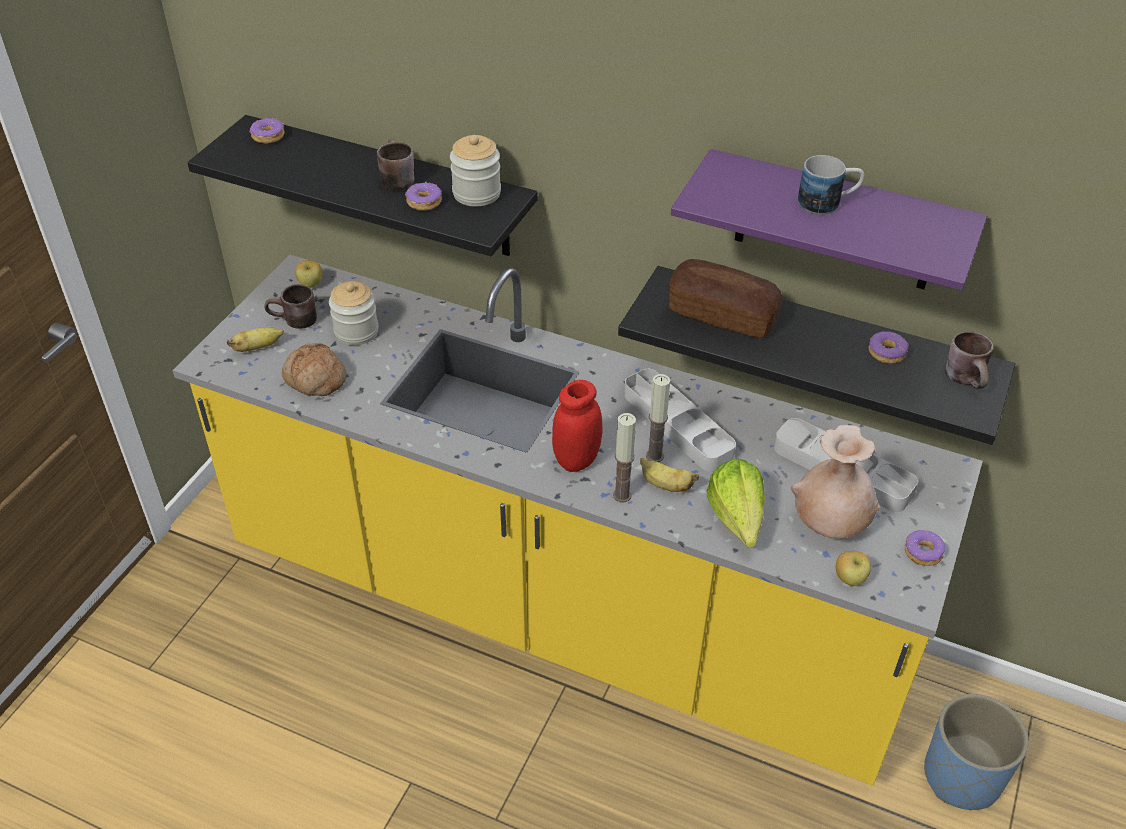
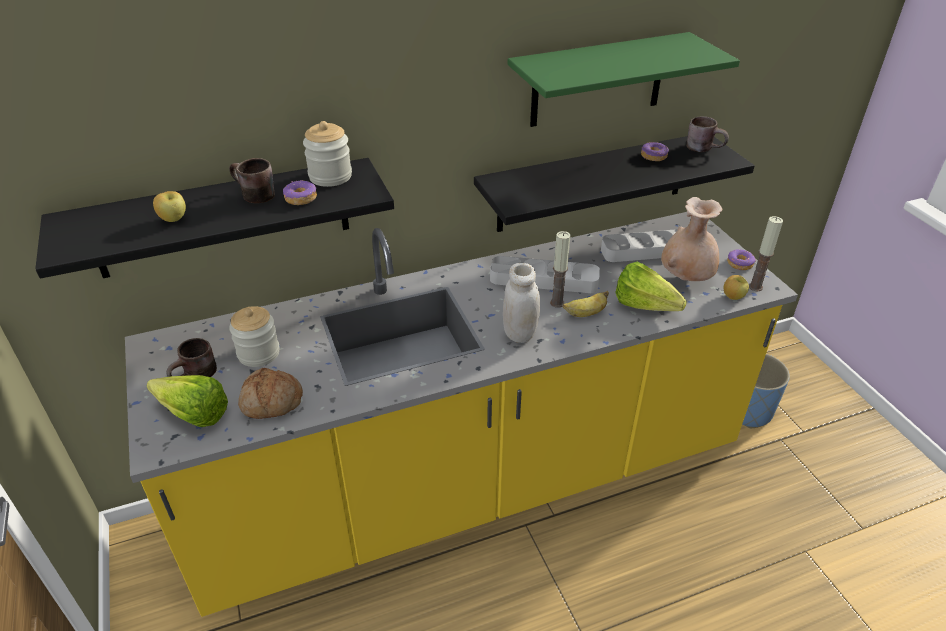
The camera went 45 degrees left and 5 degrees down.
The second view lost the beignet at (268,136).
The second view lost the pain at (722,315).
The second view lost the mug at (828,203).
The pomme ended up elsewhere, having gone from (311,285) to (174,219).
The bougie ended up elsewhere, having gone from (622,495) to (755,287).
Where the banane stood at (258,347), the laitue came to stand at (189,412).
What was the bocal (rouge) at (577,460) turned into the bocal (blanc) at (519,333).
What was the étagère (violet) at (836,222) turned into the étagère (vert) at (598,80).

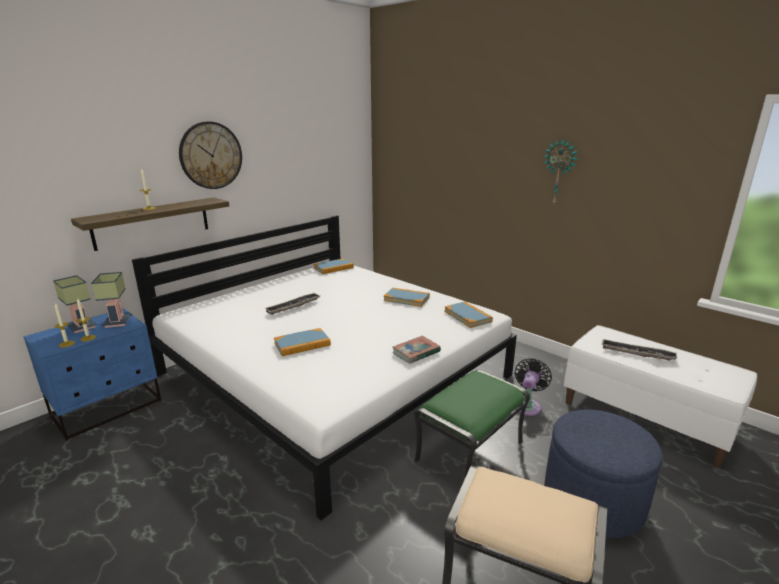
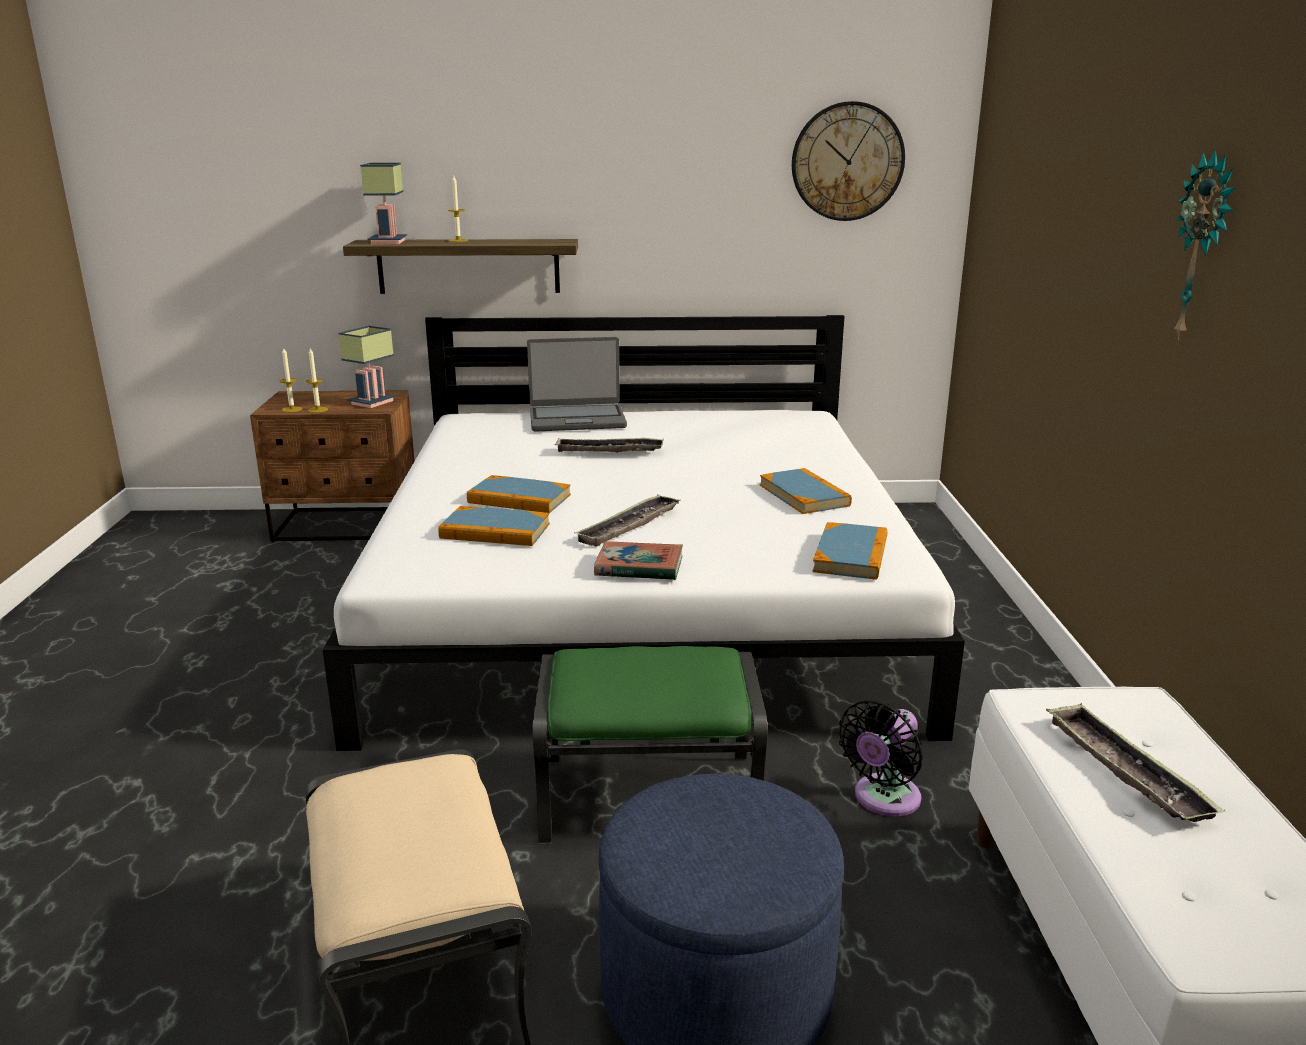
The camera went 45 degrees right and 0 degrees up.
The second view gained the ordinateur portable at (577,419).
The second view gained the plateau at (629,526).
The lampe de table ended up elsewhere, having gone from (80,327) to (386,242).
The horloge murale ended up elsewhere, having gone from (211,155) to (847,162).
The livre ended up elsewhere, having gone from (333,268) to (495,531).
What was the table de chevet (bleu) at (107,408) turned into the table de chevet (marron) at (347,526).
The ventilateur (noir) at (527,405) ended up facing another way, 150 degrees clockwise from before.

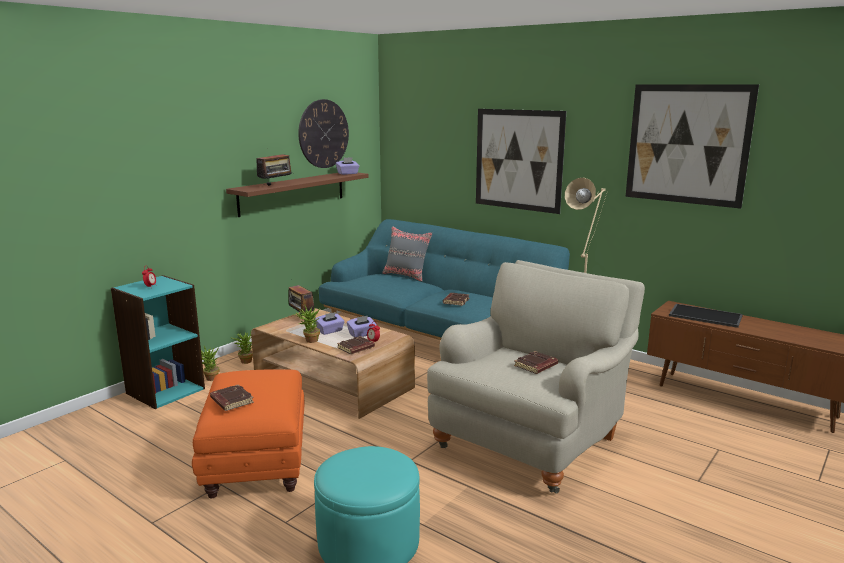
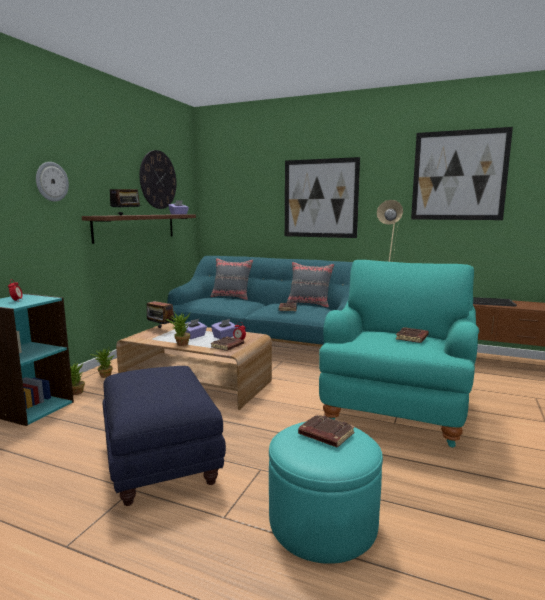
The camera went 15 degrees left and 5 degrees down.
The second view gained the horloge murale at (51,181).
The second view gained the coussin (gris) at (309,304).
The livre (marron) ended up elsewhere, having gone from (231,401) to (325,434).
What was the pouf (orange) at (256,461) turned into the pouf (bleu) at (160,461).
What was the fauteuil (beige) at (532,439) turned into the fauteuil (turquoise) at (397,408).

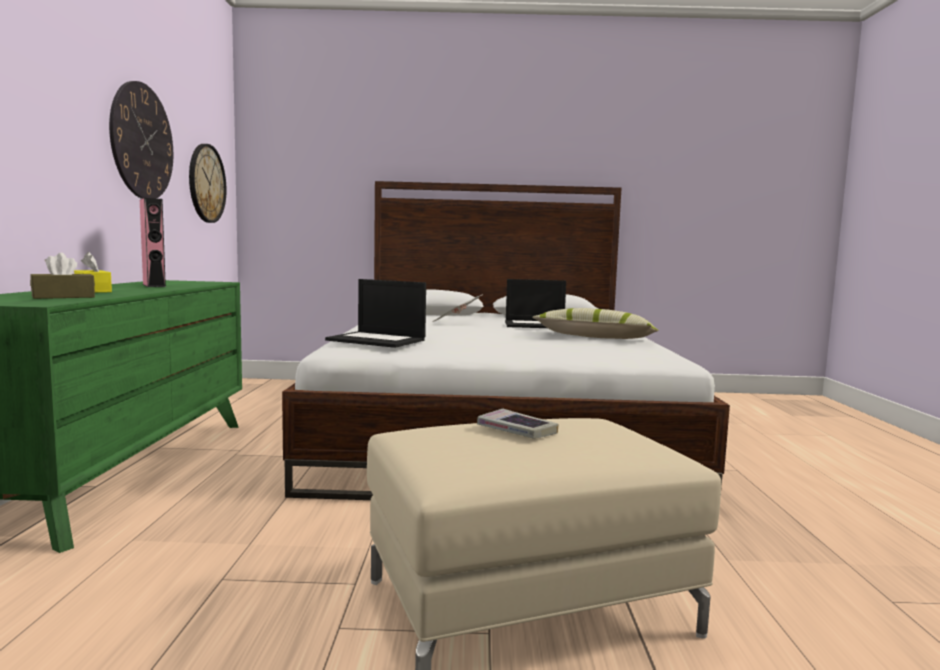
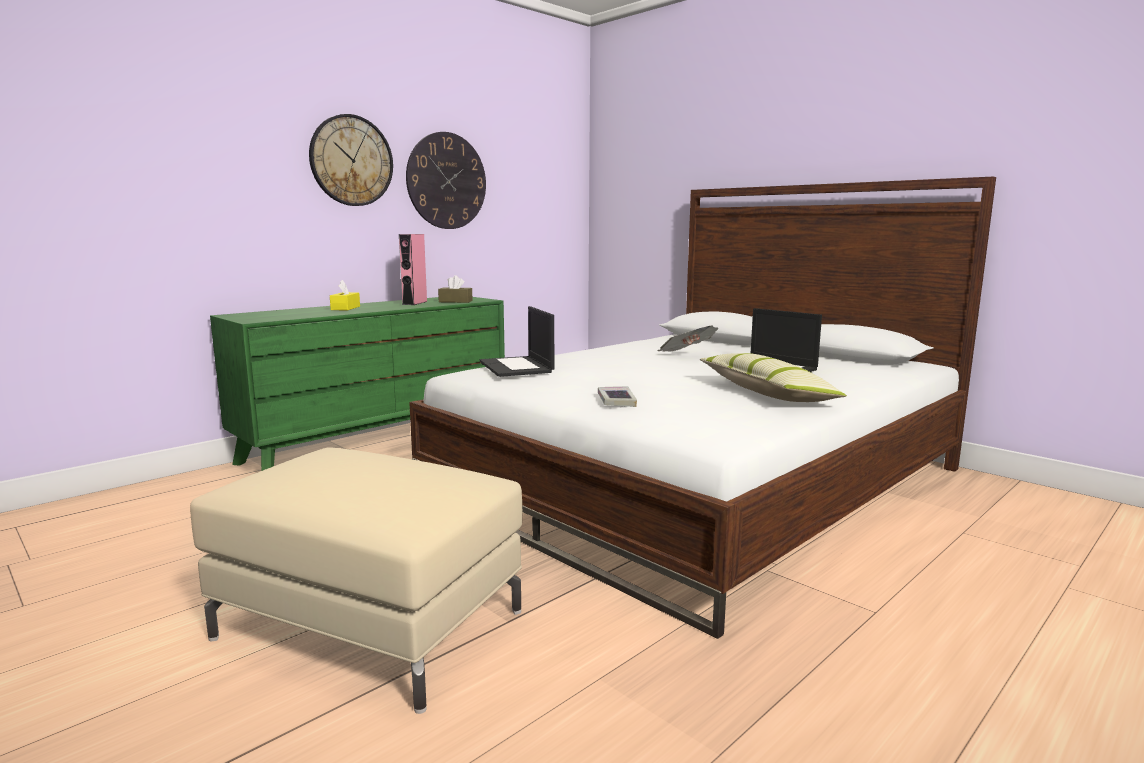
The camera went 45 degrees right and 5 degrees up.
The boîte à mouchoirs (marron) ended up elsewhere, having gone from (63,297) to (455,301).
The horloge murale ended up elsewhere, having gone from (206,183) to (351,161).
The livre ended up elsewhere, having gone from (516,430) to (616,401).

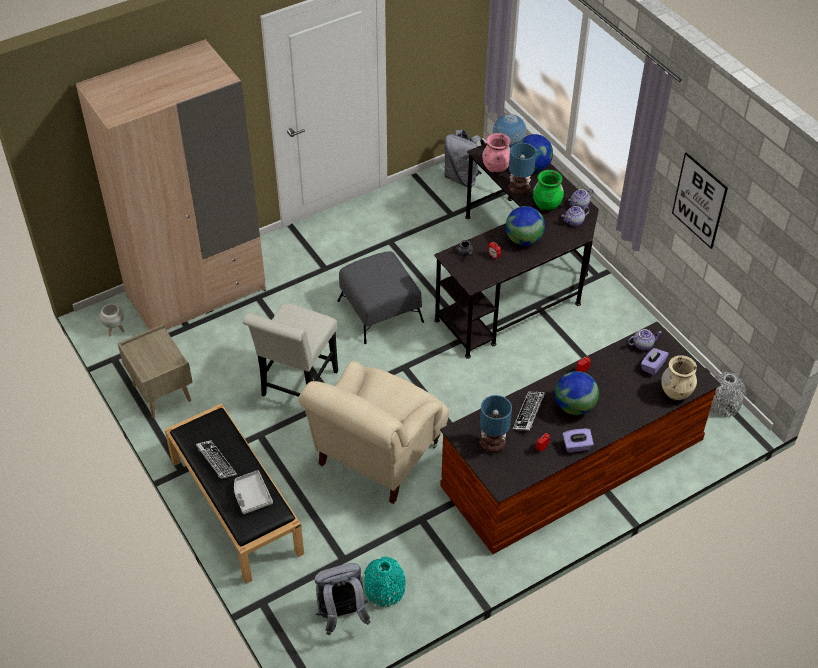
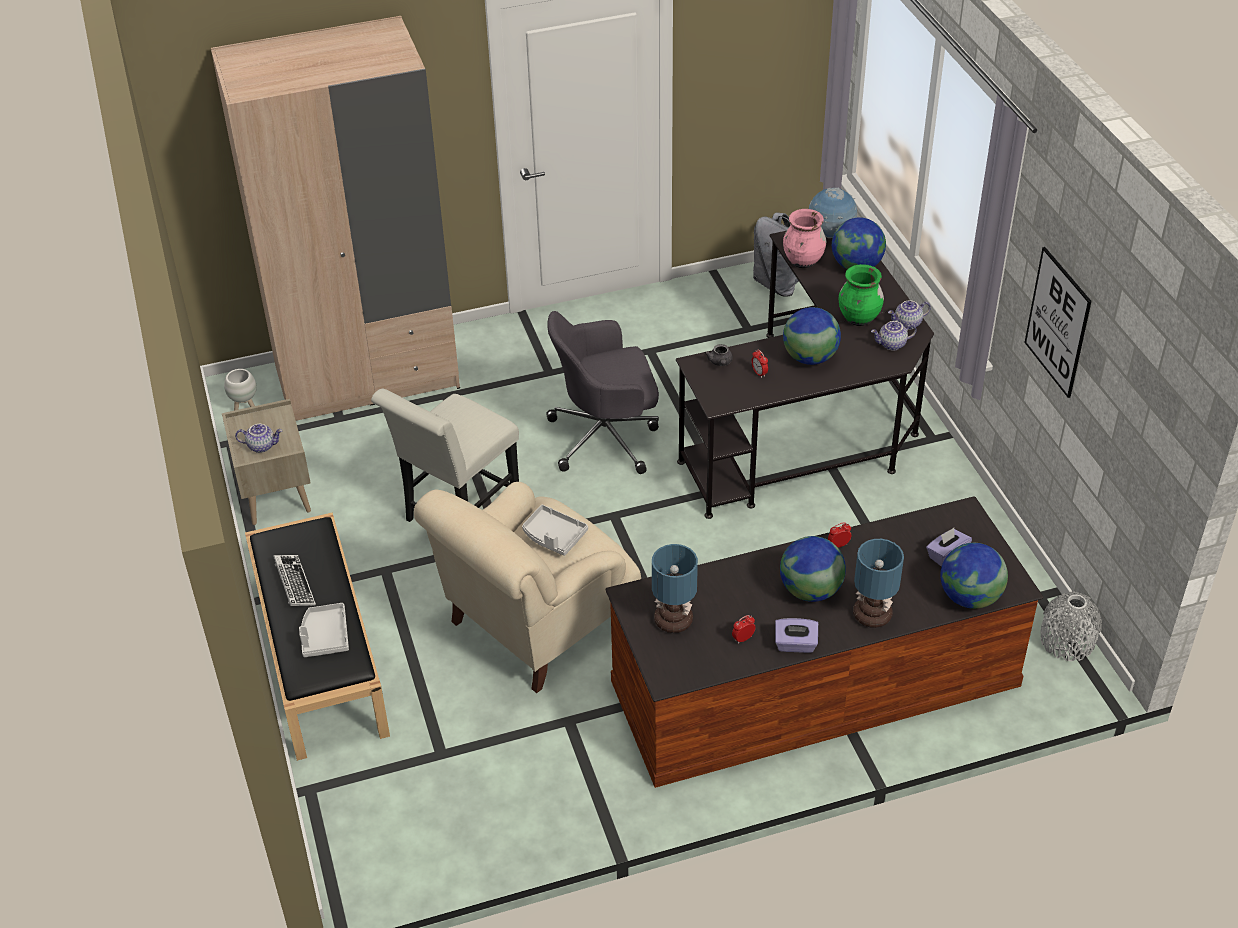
The camera went 15 degrees right and 5 degrees down.
The second view lost the sac à dos (gris) at (342,615).
The second view lost the vase (turquoise) at (384,589).
The second view lost the clavier at (528,413).
The second view gained the plateau (gris) at (553,536).
The lampe de table ended up elsewhere, having gone from (520,189) to (873,615).
The théière ended up elsewhere, having gone from (642,344) to (262,446).
Where the pouf (gris) stood at (380,310), the chaise de bureau (gris) came to stand at (606,437).
Where the vase (beige) stood at (675,393), the globe came to stand at (969,597).

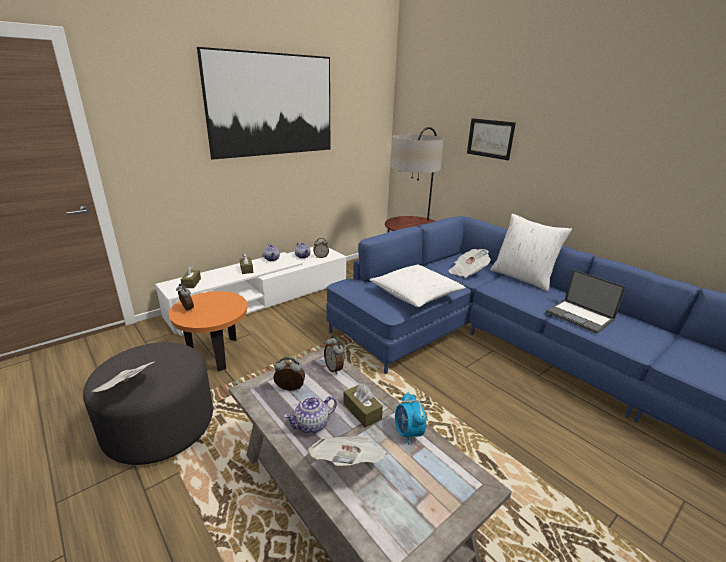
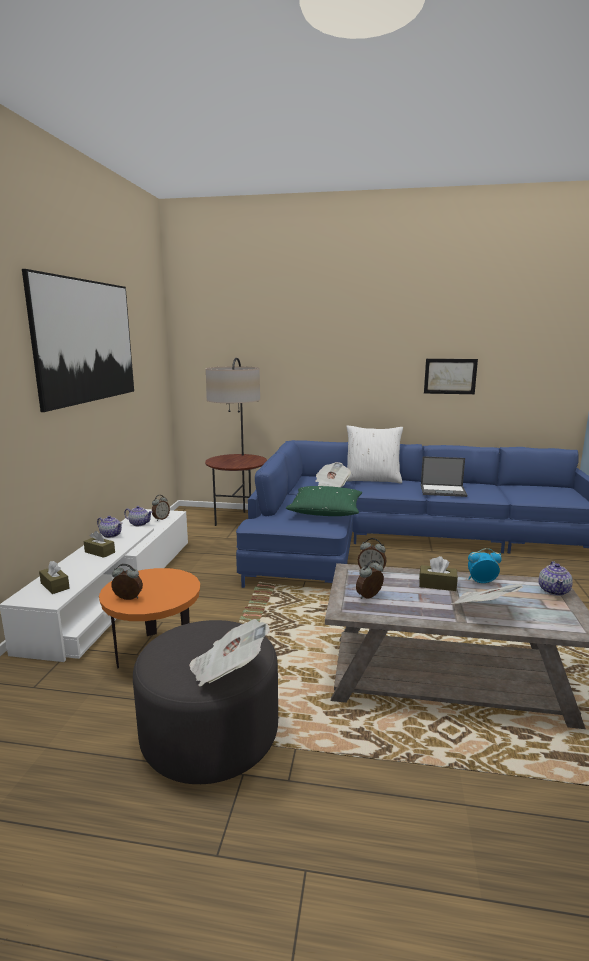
The camera went 40 degrees left and 10 degrees down.
The théière ended up elsewhere, having gone from (312,425) to (554,590).
The tableau ended up elsewhere, having gone from (490,138) to (450,376).
What was the coussin (blanc) at (416,294) turned into the coussin (vert) at (325,511).
The réveil at (408,433) ended up facing another way, 150 degrees clockwise from before.

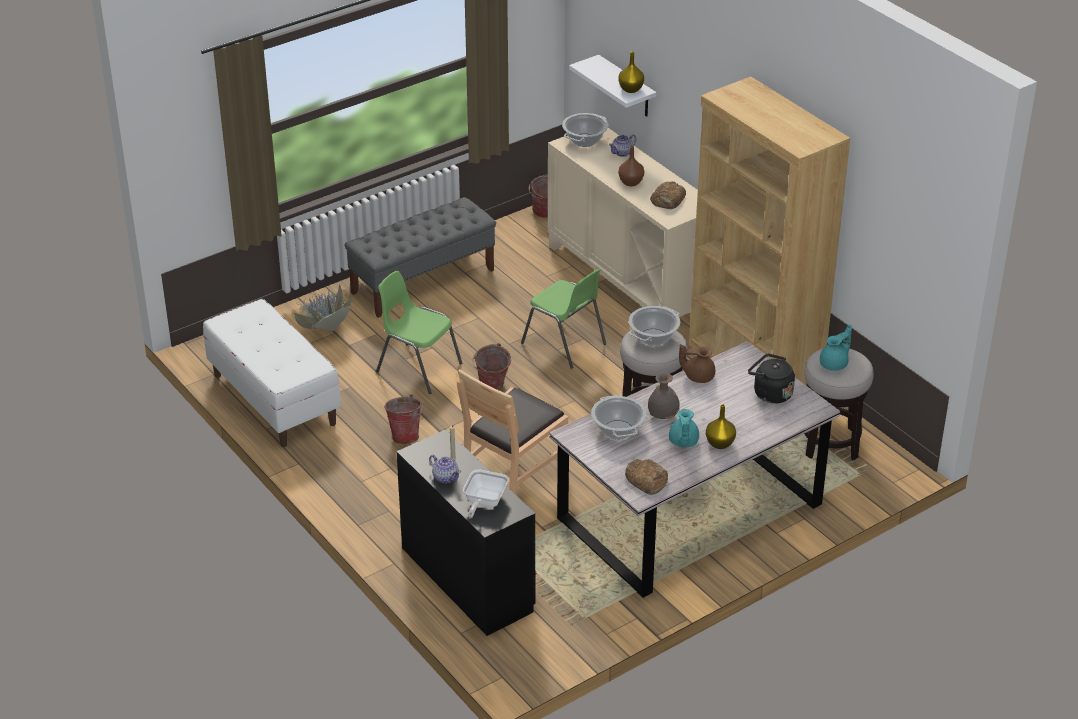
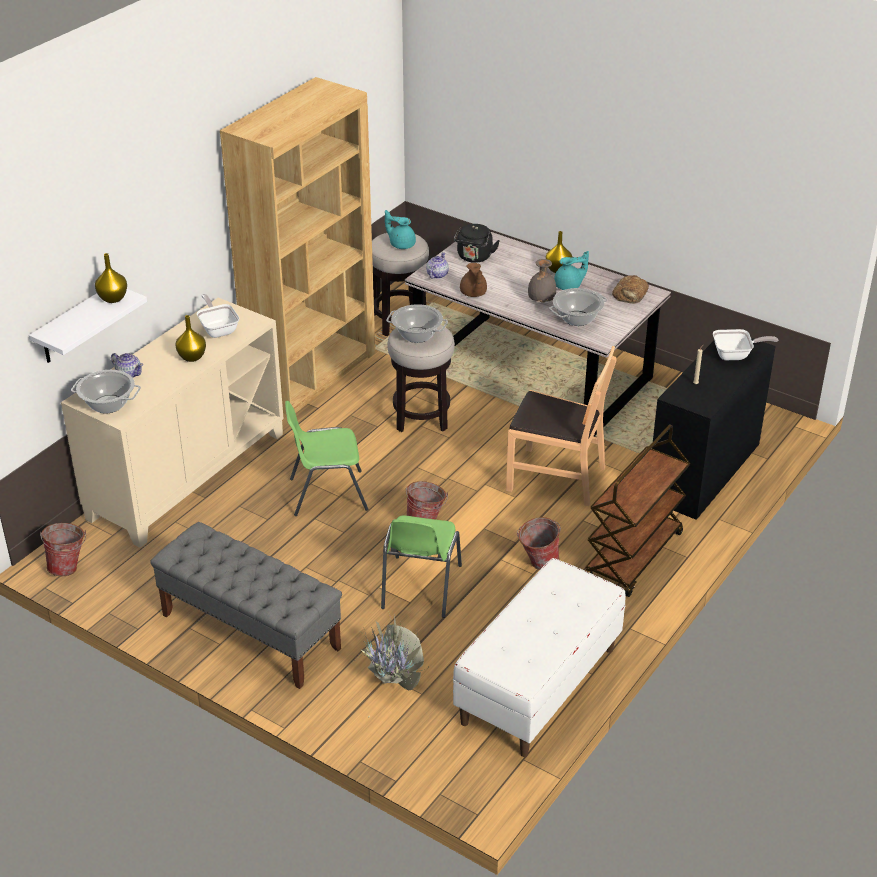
The camera went 110 degrees left and 0 degrees up.
The second view gained the chariot (marron) at (634,557).
The théière ended up elsewhere, having gone from (445,477) to (437,275).
Where the pain stood at (668,200), the poêle came to stand at (218,329).
What was the vase (marron) at (631,183) turned into the vase (jaune) at (192,357).
The chaise (vert) at (565,344) ended up facing another way, 120 degrees counterclockwise from before.

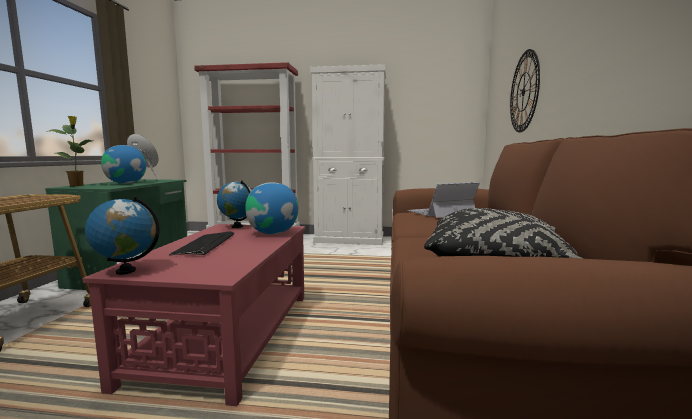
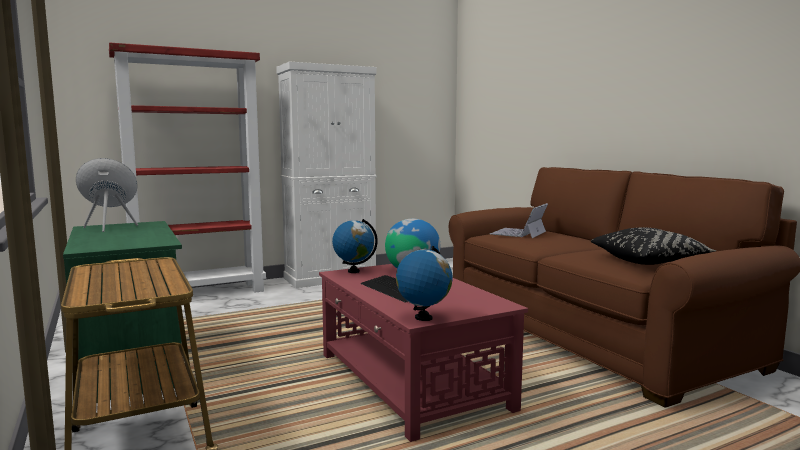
The camera went 35 degrees left and 0 degrees up.
The second view lost the plante en pot at (77,185).
The second view lost the globe at (126,183).
The second view lost the horloge murale at (523,92).

